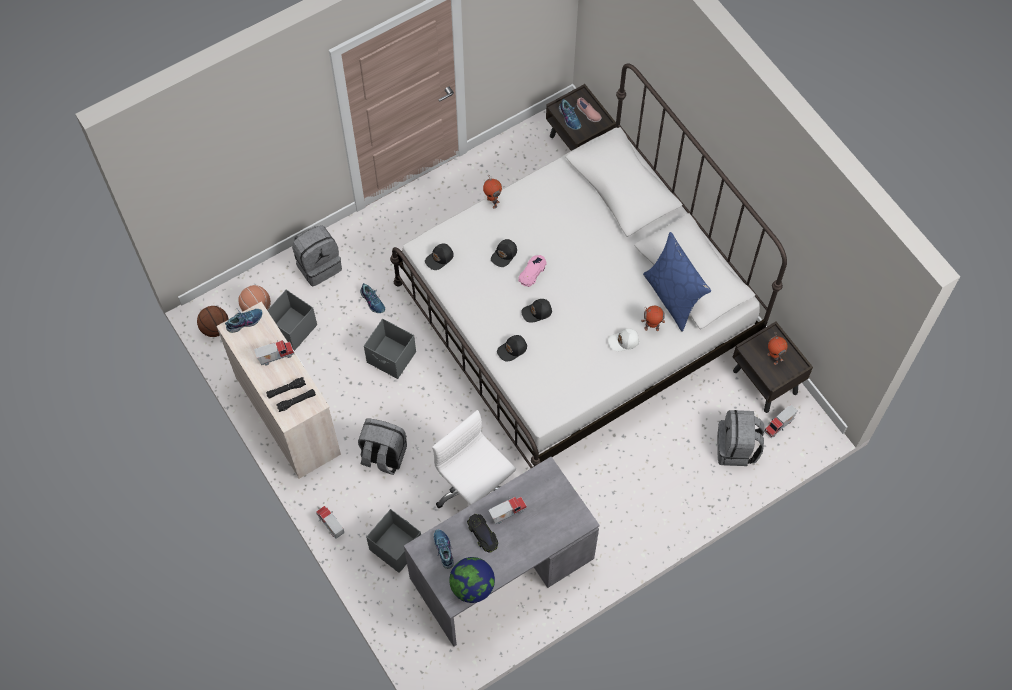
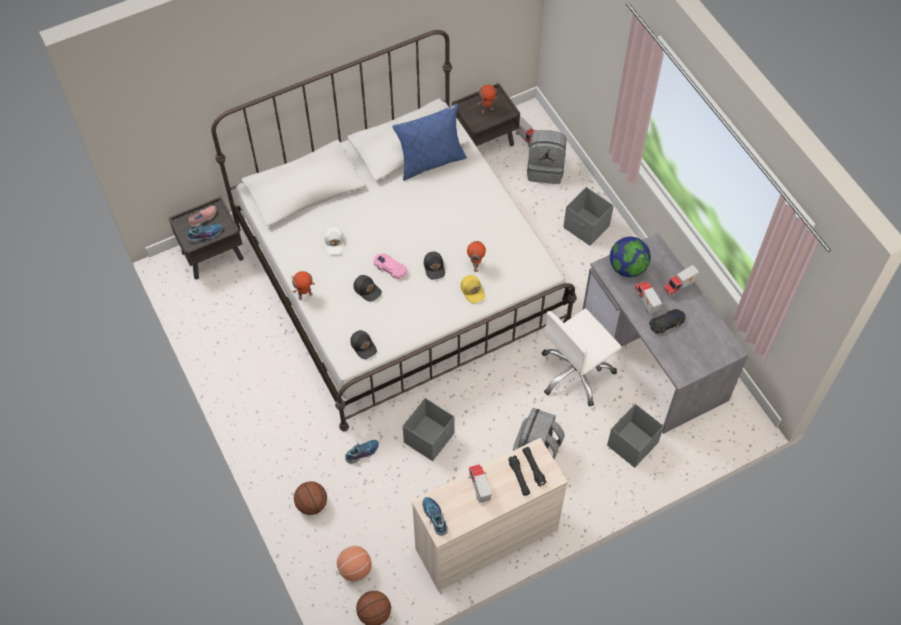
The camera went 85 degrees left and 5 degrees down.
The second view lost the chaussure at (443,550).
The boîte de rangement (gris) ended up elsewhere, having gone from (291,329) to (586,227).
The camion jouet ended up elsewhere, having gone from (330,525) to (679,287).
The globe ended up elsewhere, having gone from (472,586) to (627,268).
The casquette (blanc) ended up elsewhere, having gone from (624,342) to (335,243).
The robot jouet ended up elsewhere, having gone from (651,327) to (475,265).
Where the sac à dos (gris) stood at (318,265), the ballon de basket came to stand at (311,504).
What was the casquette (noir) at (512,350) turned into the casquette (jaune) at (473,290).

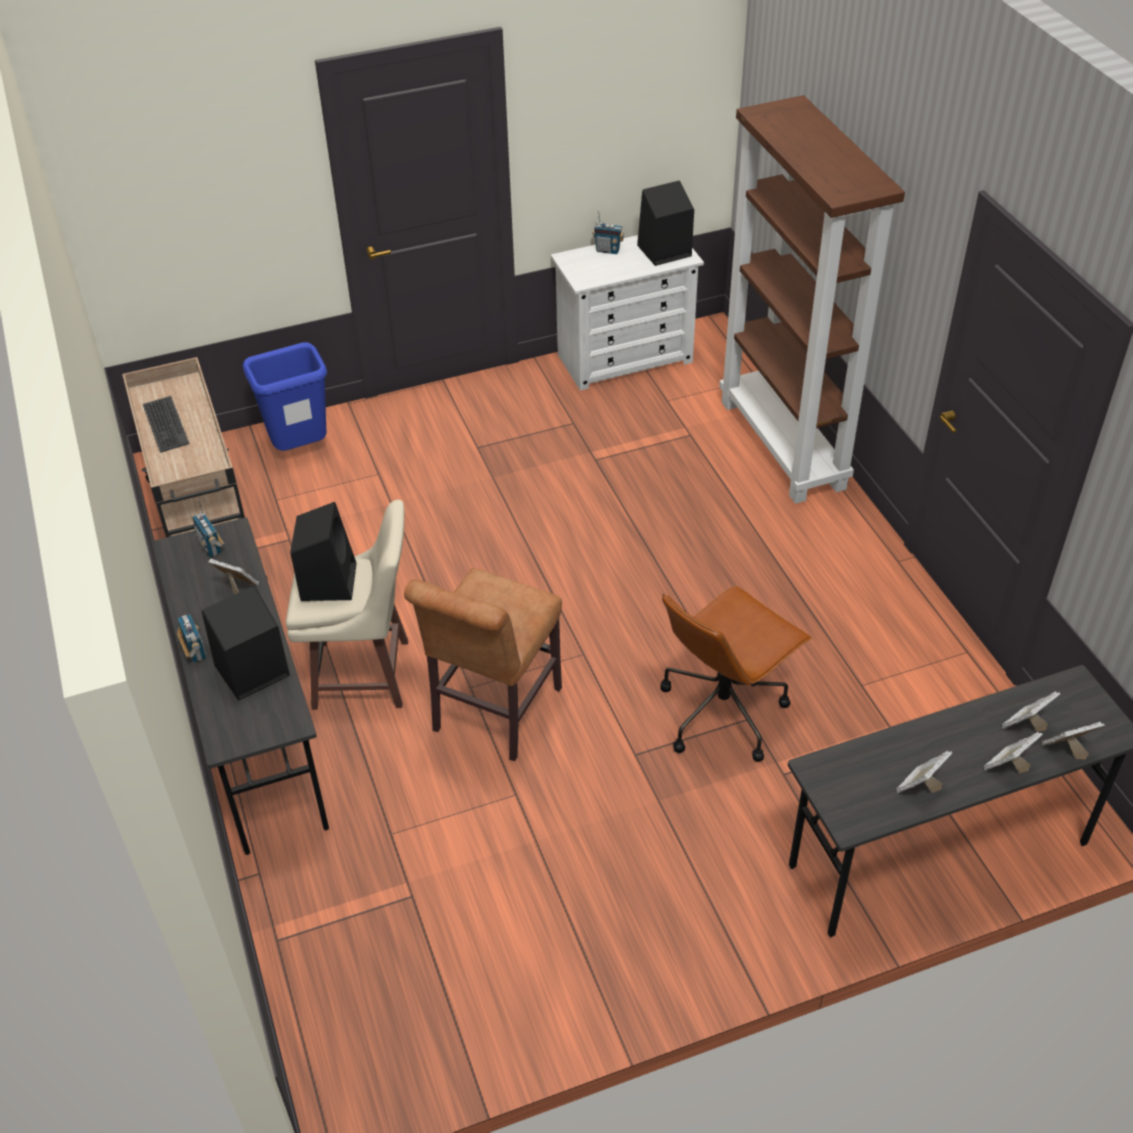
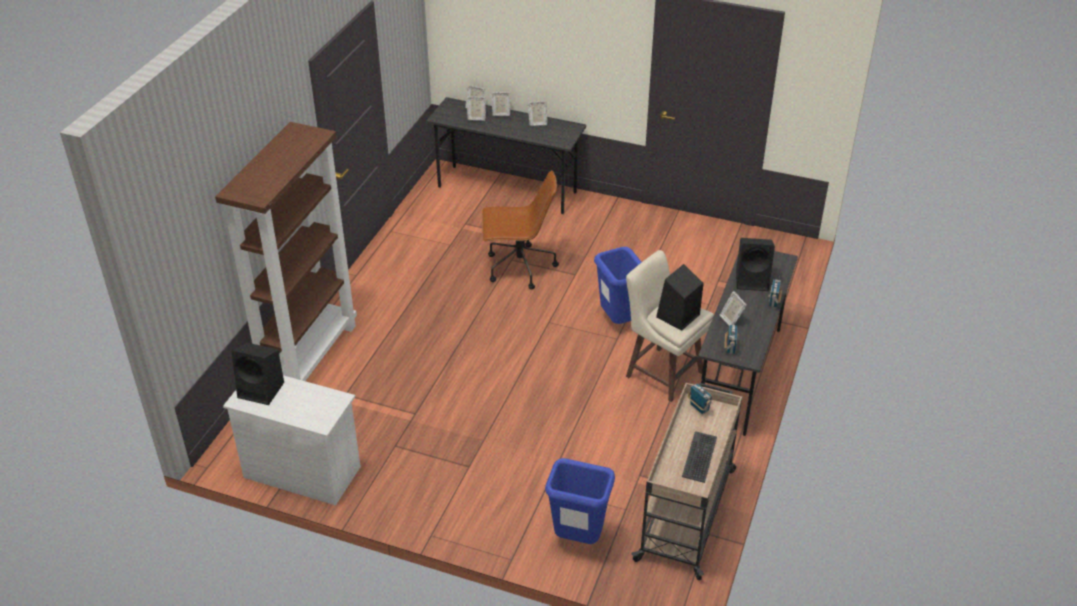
The camera went 140 degrees left and 5 degrees down.
The radio ended up elsewhere, having gone from (608,250) to (699,408).
Where the chaise (marron) stood at (493,714), the poubelle (bleu) came to stand at (618,322).

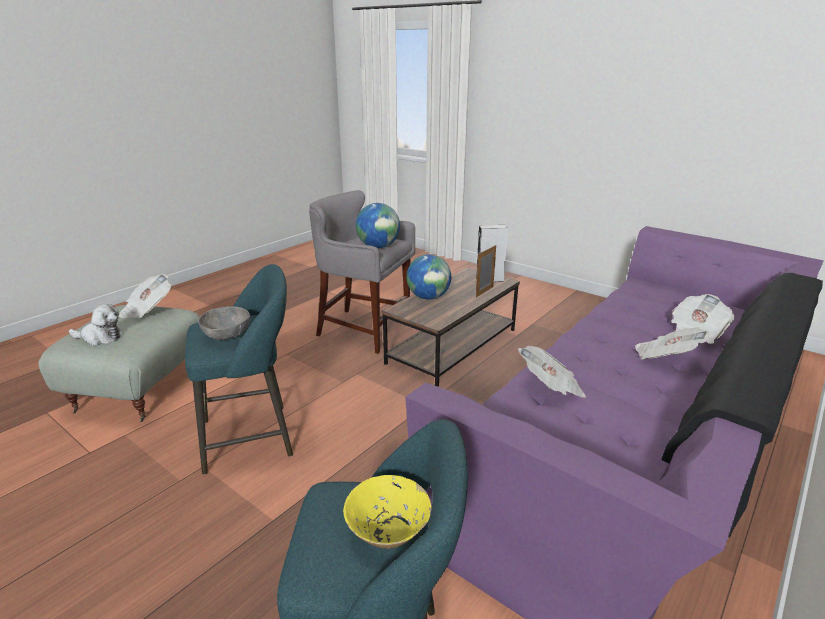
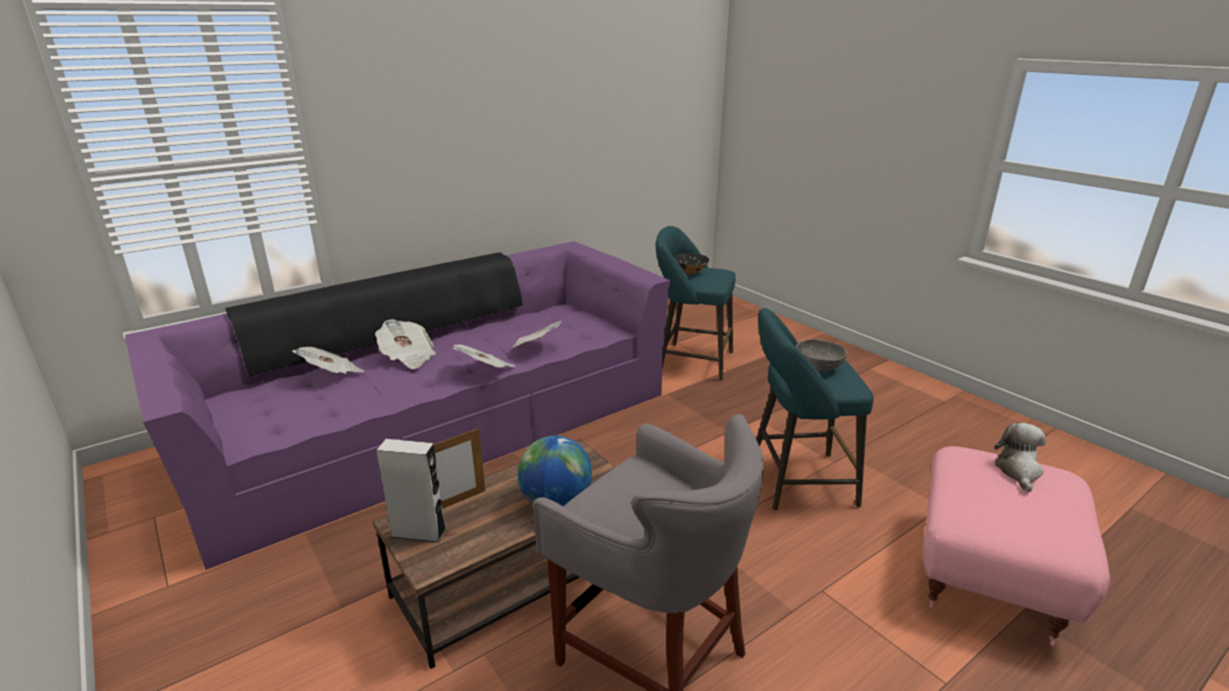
The camera went 165 degrees left and 0 degrees up.
The second view lost the globe at (378,247).
The journal ended up elsewhere, having gone from (147,310) to (485,371).
What was the pouf (gris) at (138,388) turned into the pouf (rose) at (992,577).
What was the bol (jaune) at (388,532) turned into the bol (noir) at (689,272).
The peluche at (100,337) ended up facing another way, 90 degrees clockwise from before.

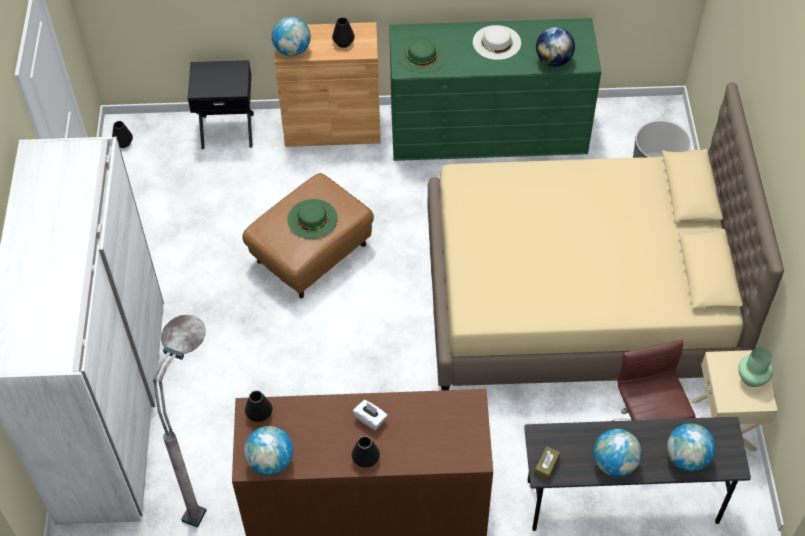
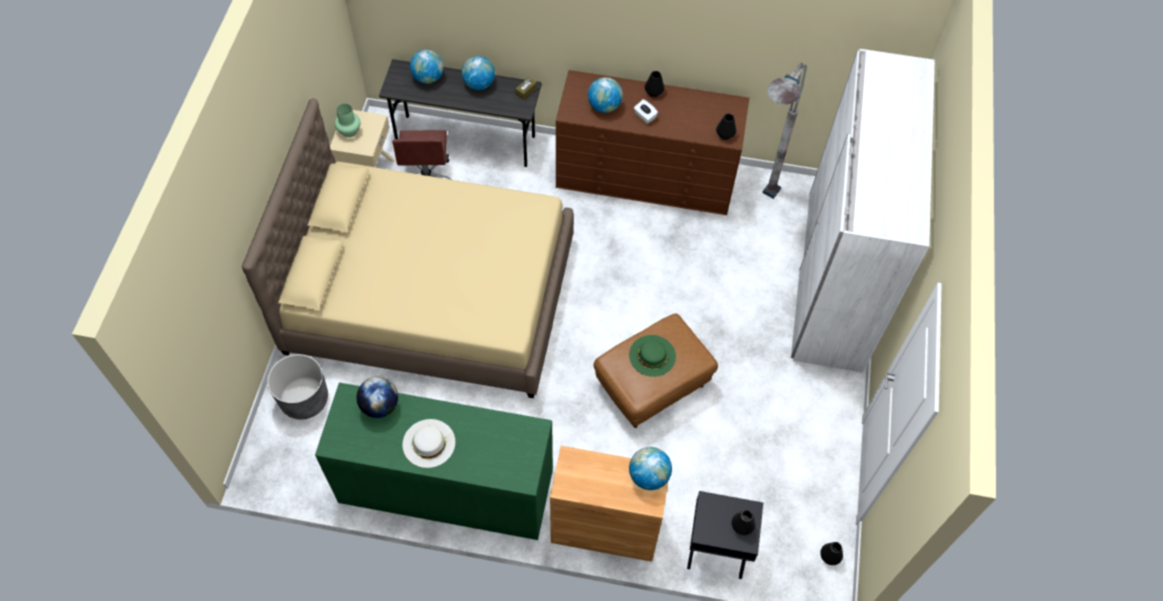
The camera went 170 degrees left and 5 degrees up.
The second view lost the chapeau (vert) at (422,55).
The globe ended up elsewhere, having gone from (270,462) to (604,106).
The vase (noir) ended up elsewhere, having gone from (343,42) to (742,526).

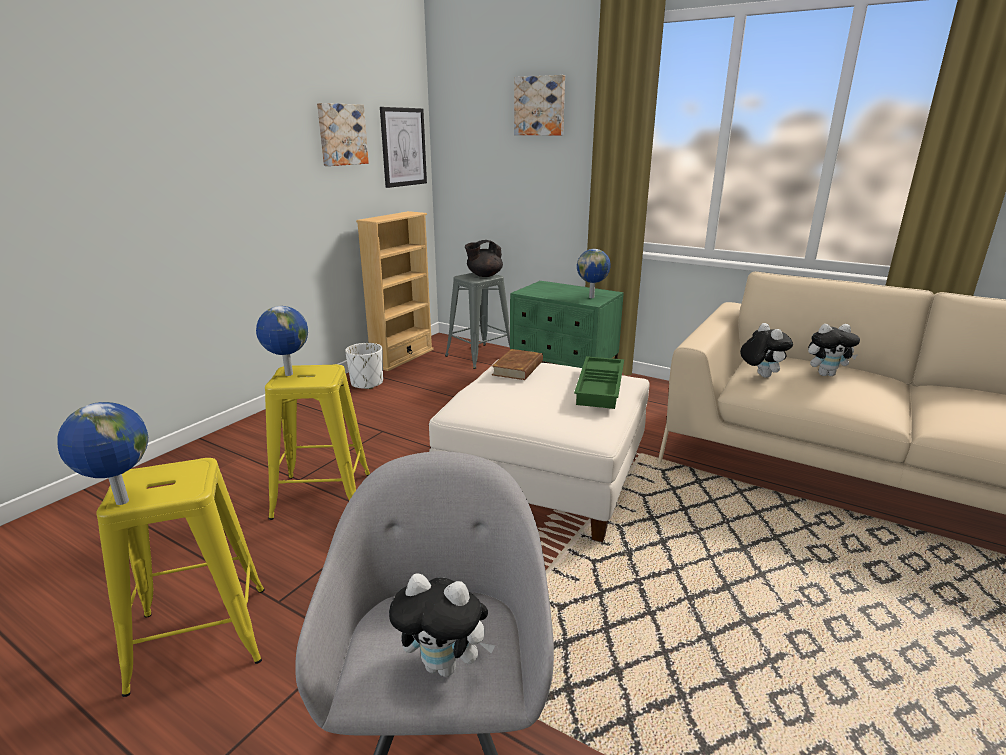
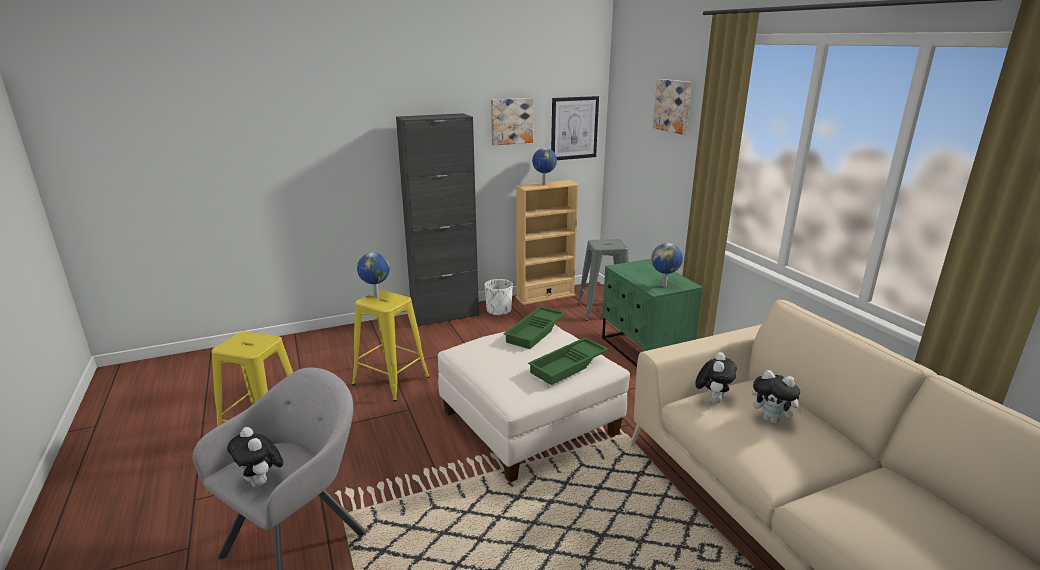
The camera went 35 degrees right and 0 degrees up.
The second view lost the théière (noir) at (484,275).
The second view gained the meuble de rangement (noir) at (445,315).
The globe ended up elsewhere, having gone from (121,502) to (543,184).
Where the livre (marron) stood at (518,368), the plateau (vert) came to stand at (536,332).

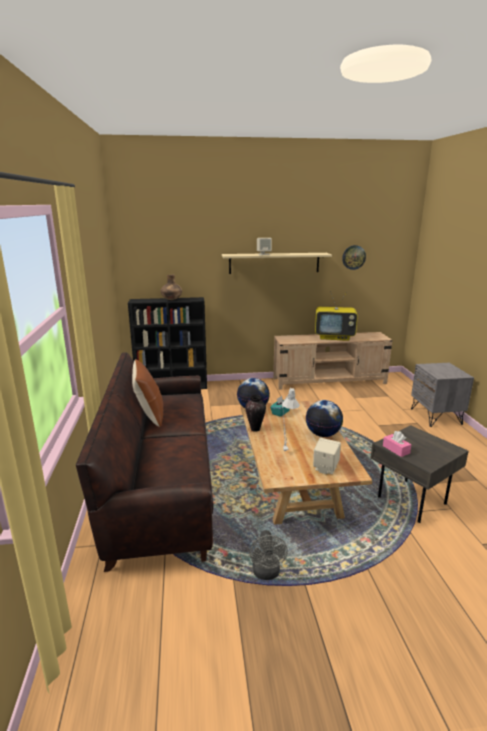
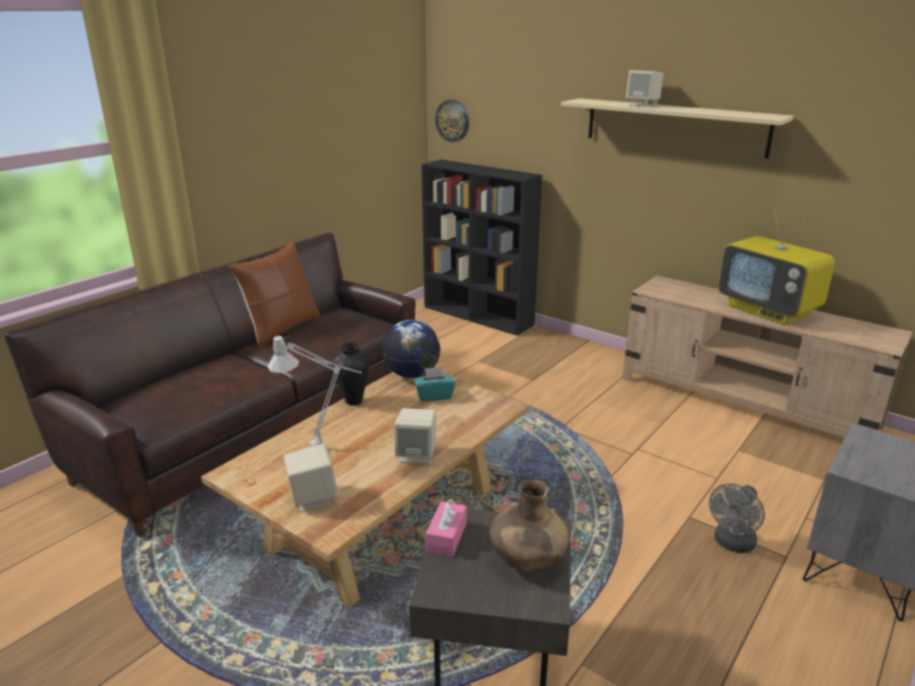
The camera went 45 degrees right and 5 degrees up.
The vase (marron) ended up elsewhere, having gone from (172,300) to (527,560).
The ventilateur (gris) ended up elsewhere, having gone from (267,574) to (732,544).
The horloge murale ended up elsewhere, having gone from (353,257) to (452,120).
Where the globe stood at (323,434), the enceinte (beige) came to stand at (417,455).

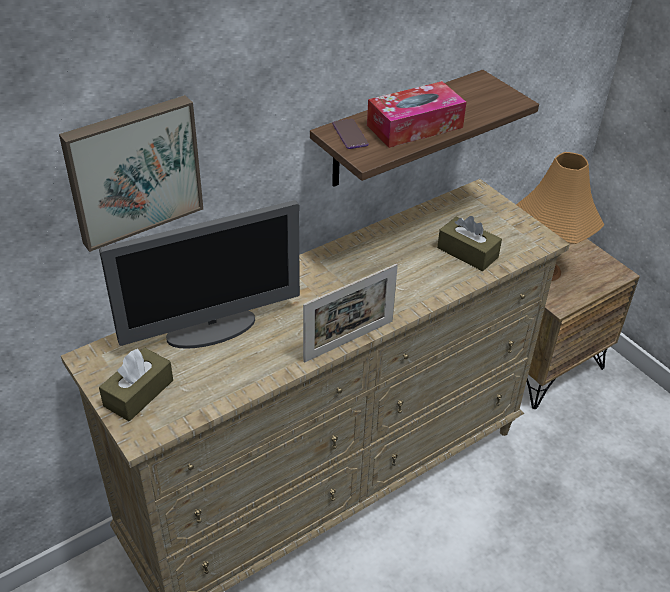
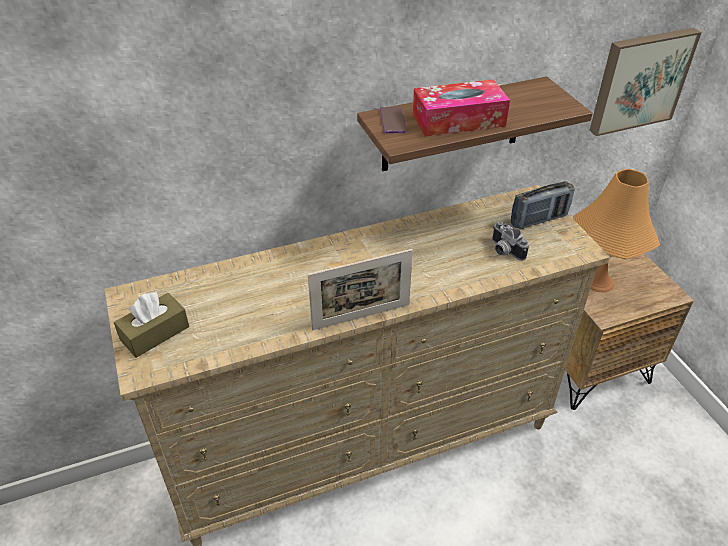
The camera went 15 degrees right and 0 degrees up.
The second view lost the écran d'ordinateur at (212,329).
The second view gained the radio at (539,220).
The tableau ended up elsewhere, having gone from (133,170) to (639,80).
Where the boîte à mouchoirs (marron) stood at (467,252), the appareil photo came to stand at (504,251).

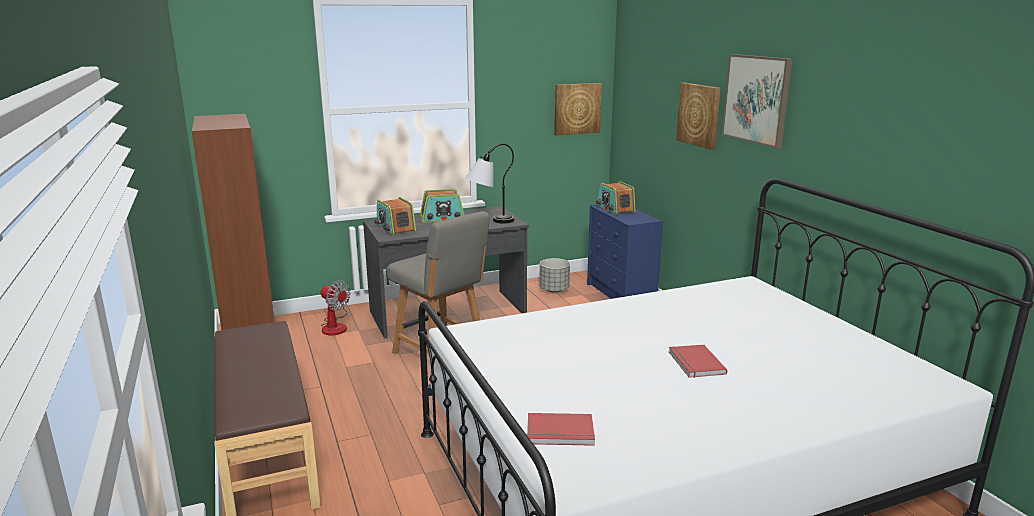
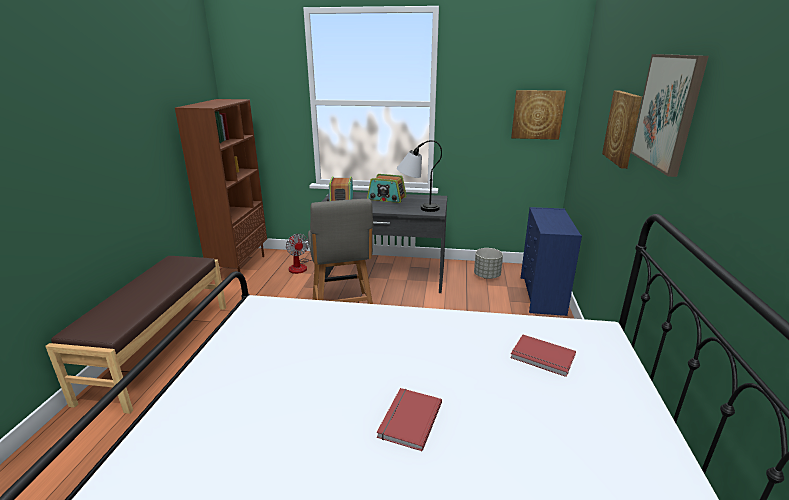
The camera went 30 degrees right and 5 degrees up.
The second view lost the radio at (615,209).
The livre (rouge) ended up elsewhere, having gone from (560,433) to (542,358).

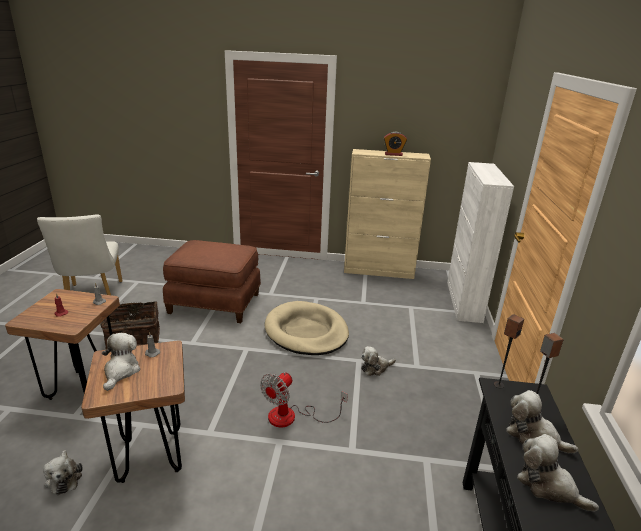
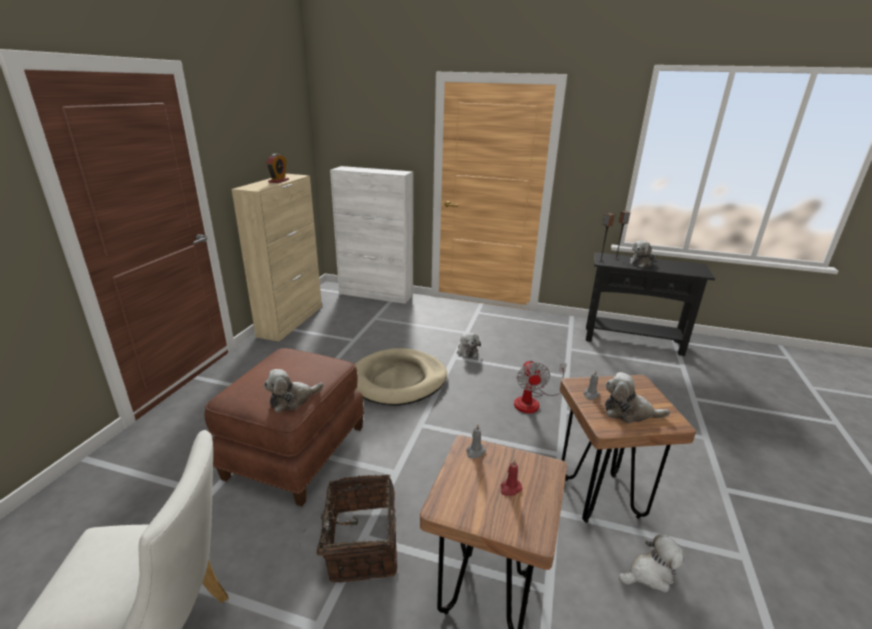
The camera went 80 degrees left and 0 degrees up.
The peluche ended up elsewhere, having gone from (548,485) to (292,400).
The ventilateur at (292,417) ended up facing another way, 45 degrees clockwise from before.

